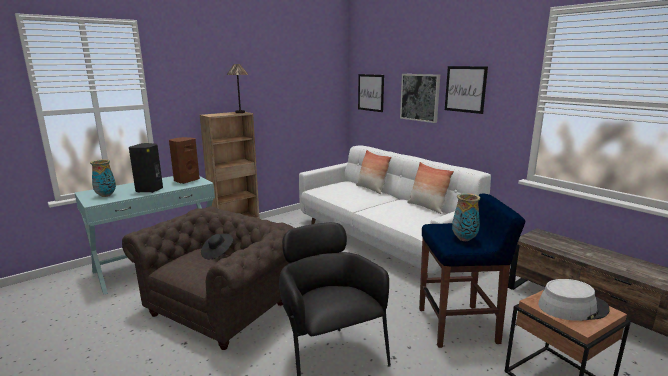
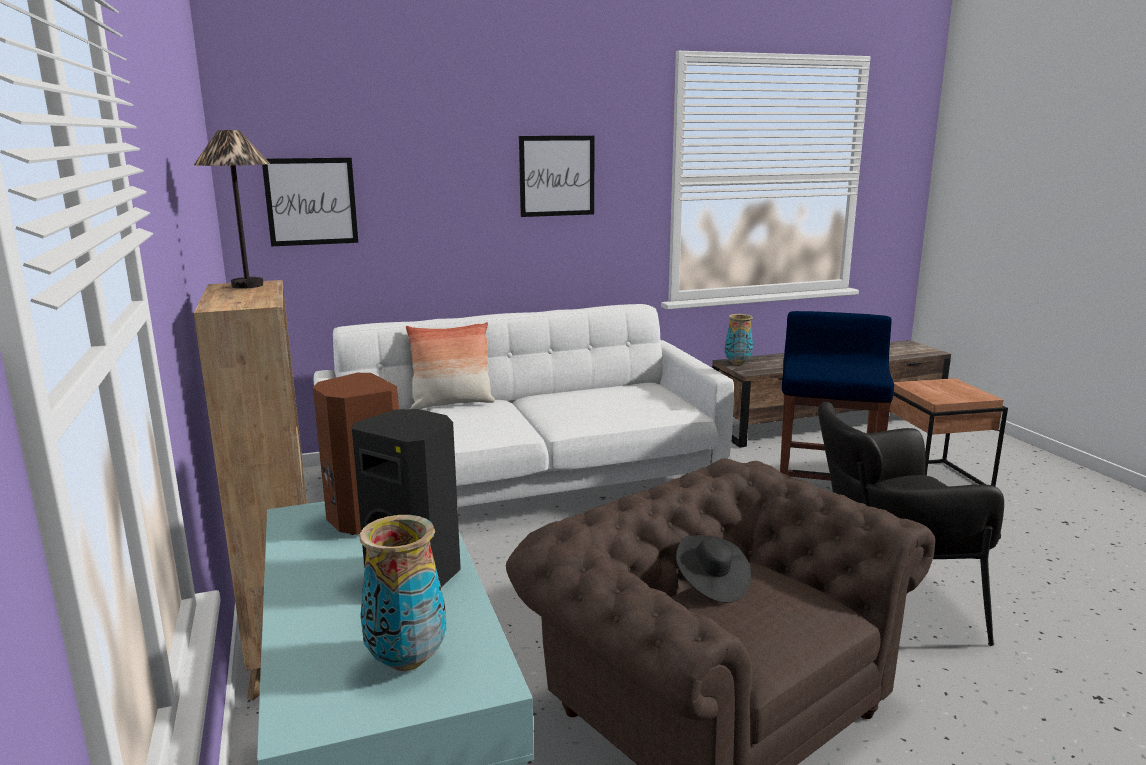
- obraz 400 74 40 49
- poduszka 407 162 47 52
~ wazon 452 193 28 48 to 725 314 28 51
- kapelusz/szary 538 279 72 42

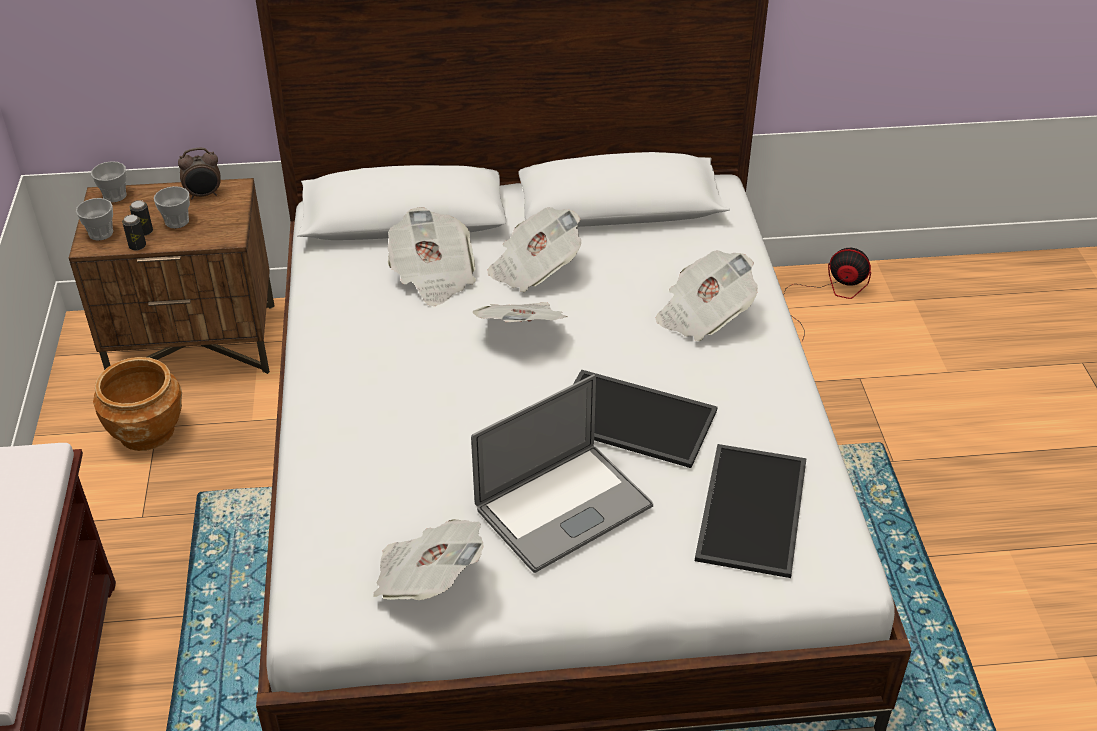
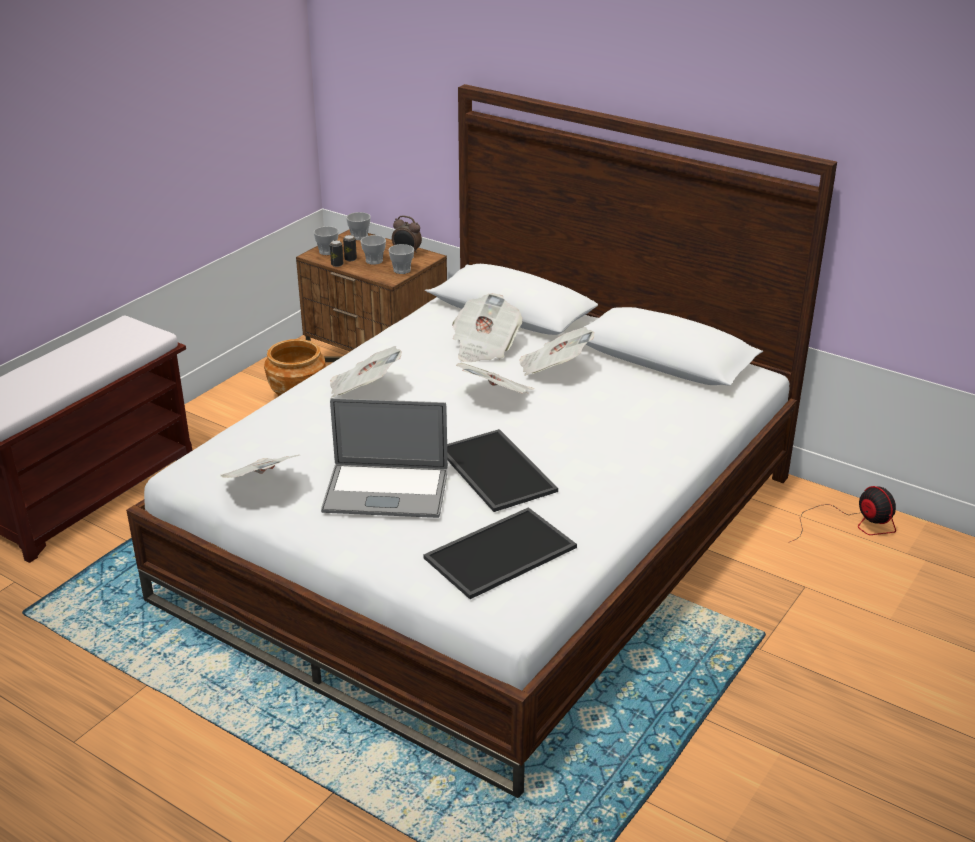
~ gazeta 655 250 103 91 to 330 346 72 52
+ filiżanka 388 244 26 30

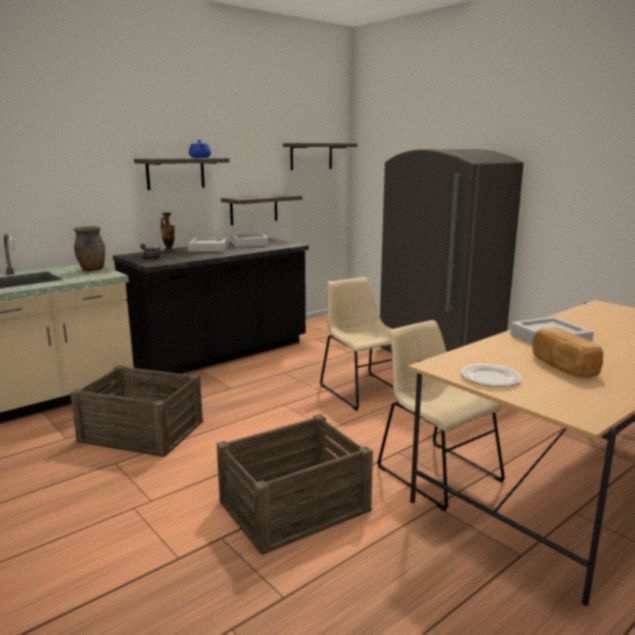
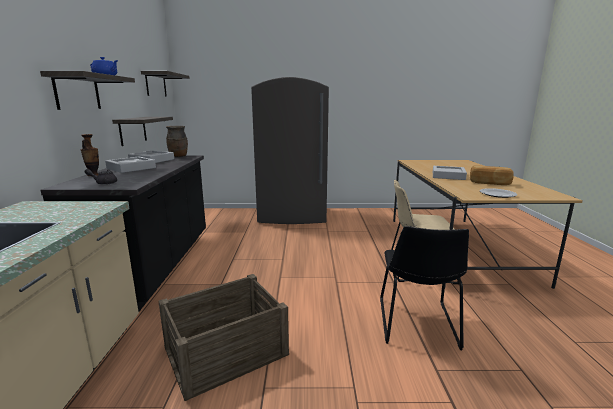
~ wazon/brązowy 74 226 31 45 to 166 126 22 31
~ skrzynka 217 414 156 141 to krzesło/czarny 380 226 89 124
- krzesło/beżowy 320 277 73 134

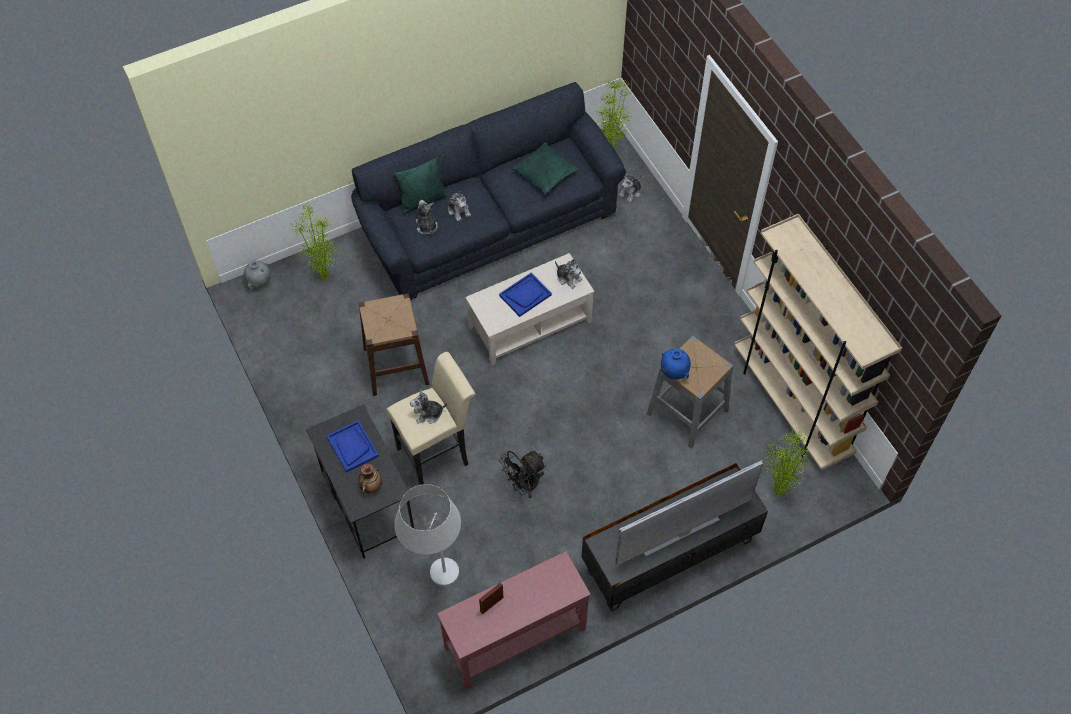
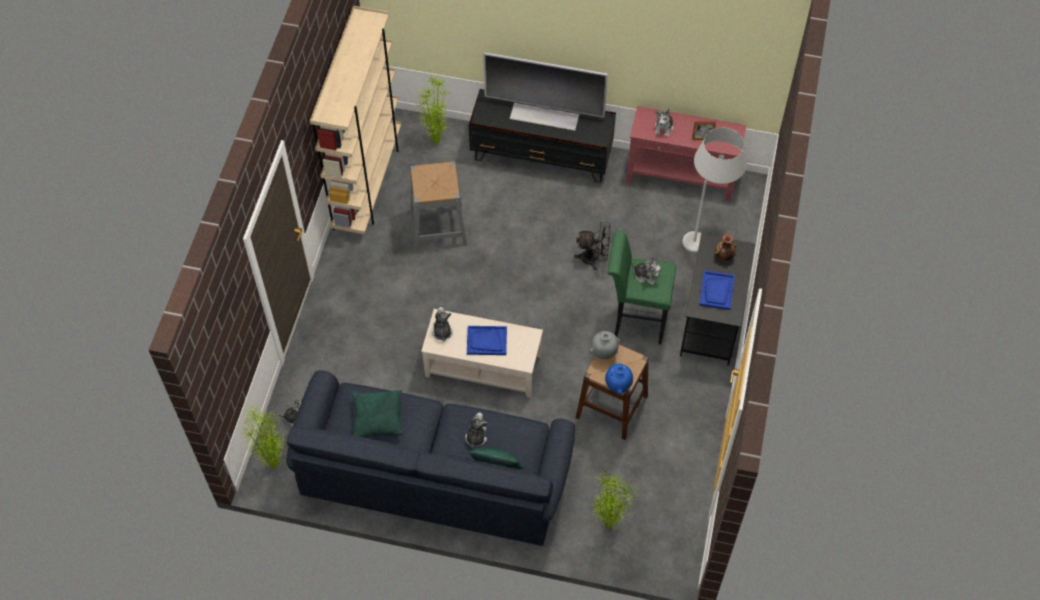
~ wazon/szary 244 260 27 29 to 589 331 31 28
~ stołek/beżowy 386 352 89 133 to stołek/zielony 608 231 68 113
~ pluszak 416 200 22 35 to 655 108 19 29
~ wazon/niebieski 661 349 30 31 to 605 364 28 31

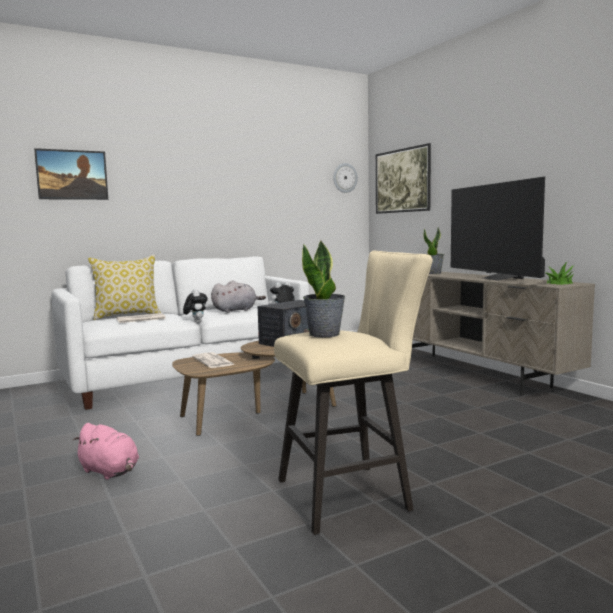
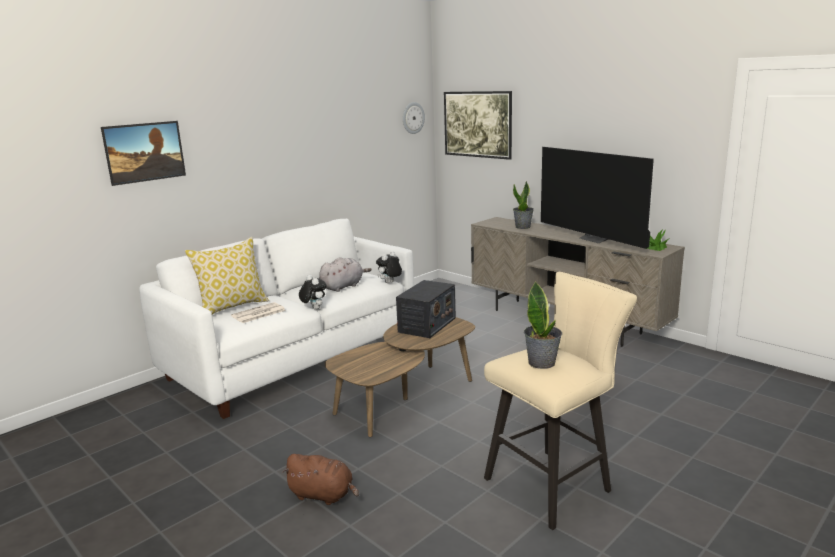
~ pluszak/różowy 73 423 66 57 to pluszak/brązowy 282 454 77 51
- gazeta 192 352 43 16

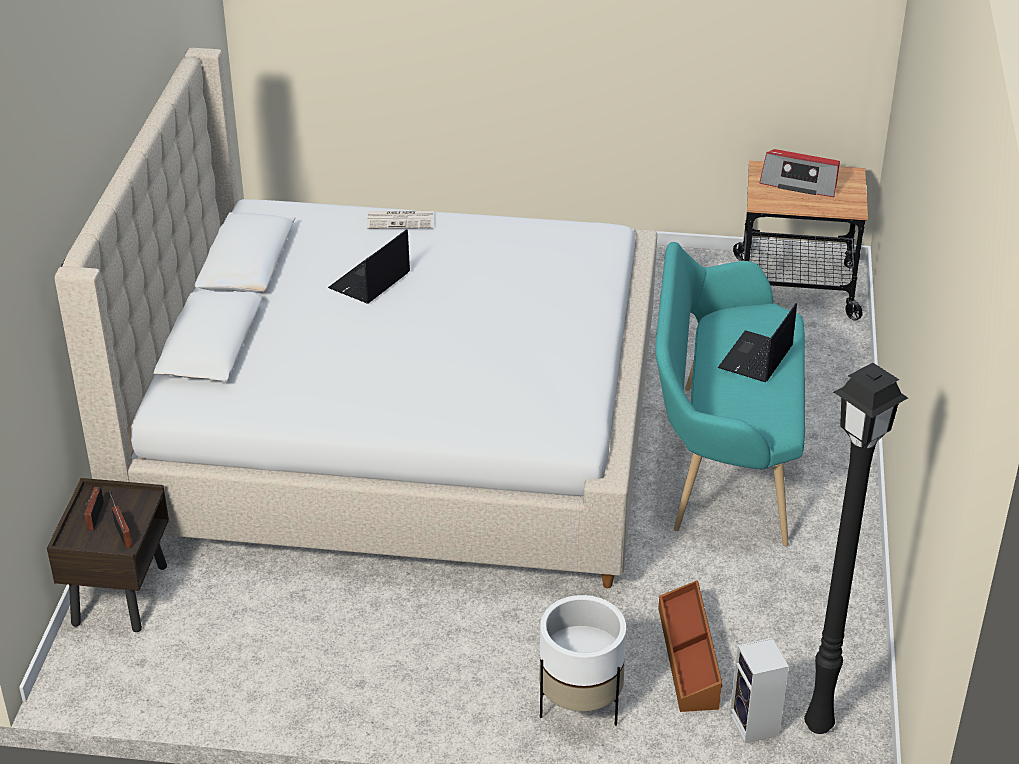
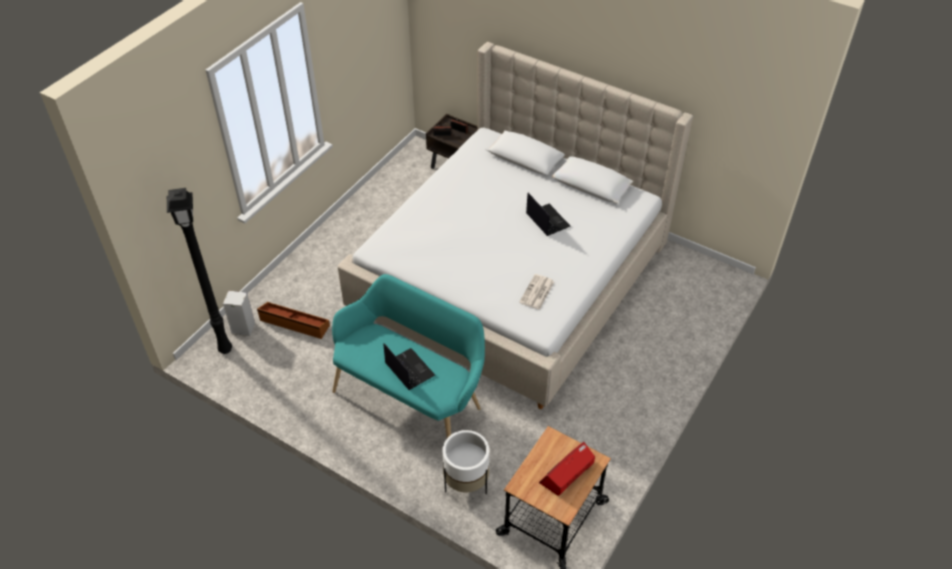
~ gazeta 367 211 67 18 to 519 274 35 36
~ donica/biały 539 595 87 130 to 443 430 46 64

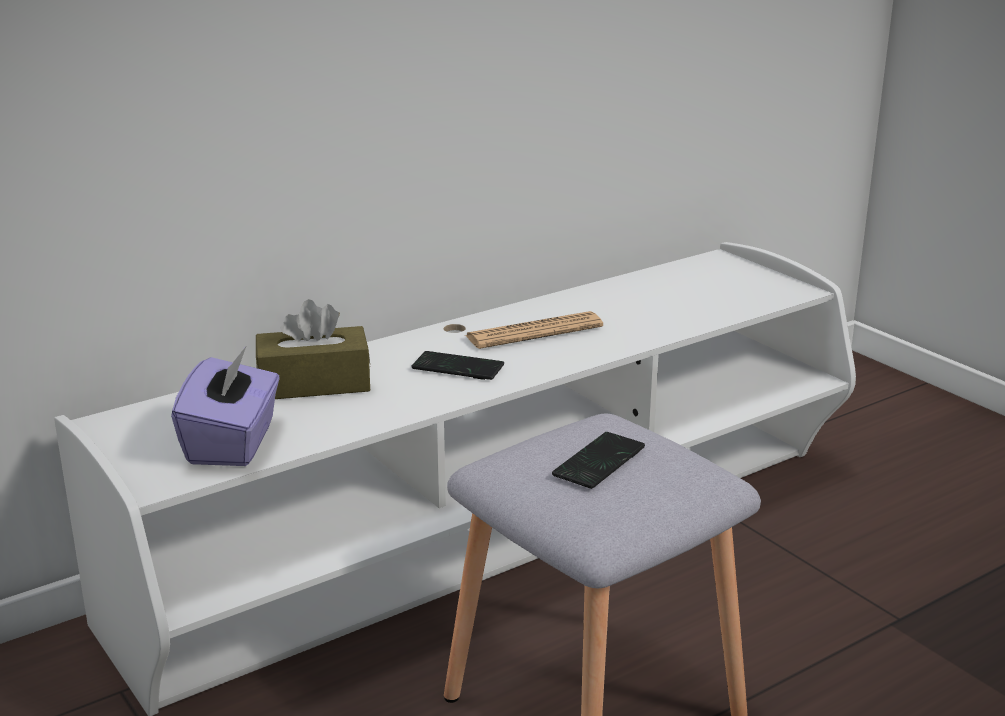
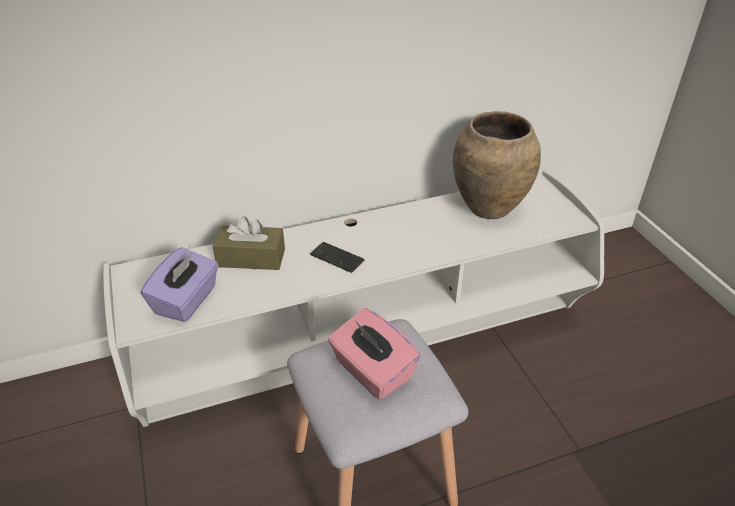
- gazeta 465 311 138 38
~ telefon 552 432 93 57 to pudełko chusteczek/różowy 328 308 93 92
+ wazon/brązowy 453 111 88 108

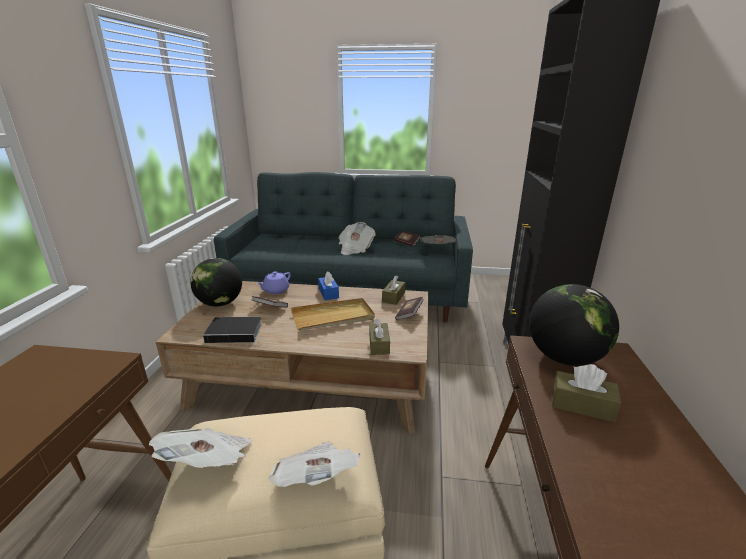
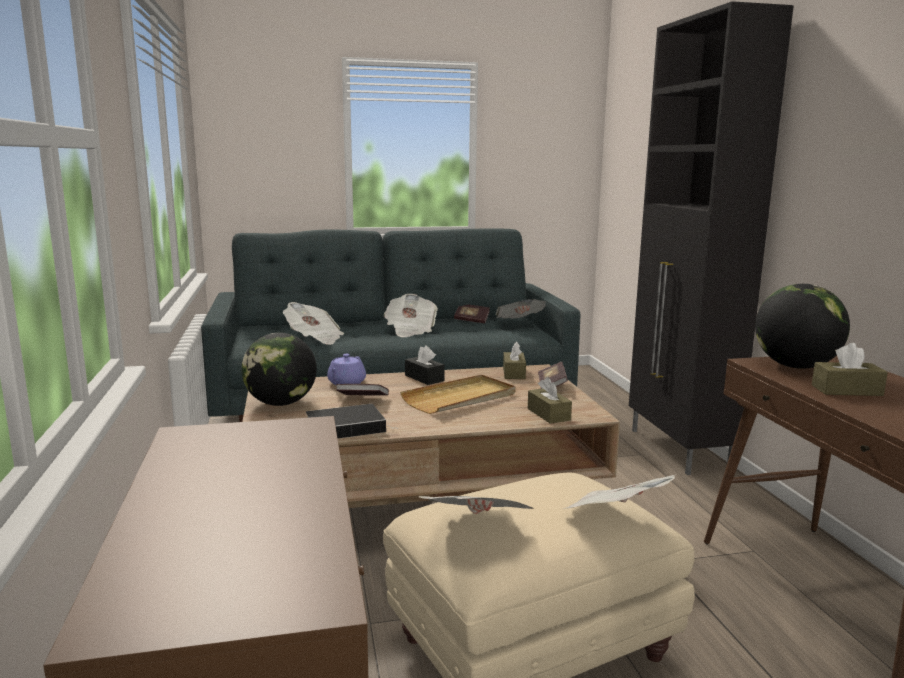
~ pudełko chusteczek/niebieski 318 272 21 28 to pudełko chusteczek/czarny 405 345 40 40
+ gazeta 283 302 61 43

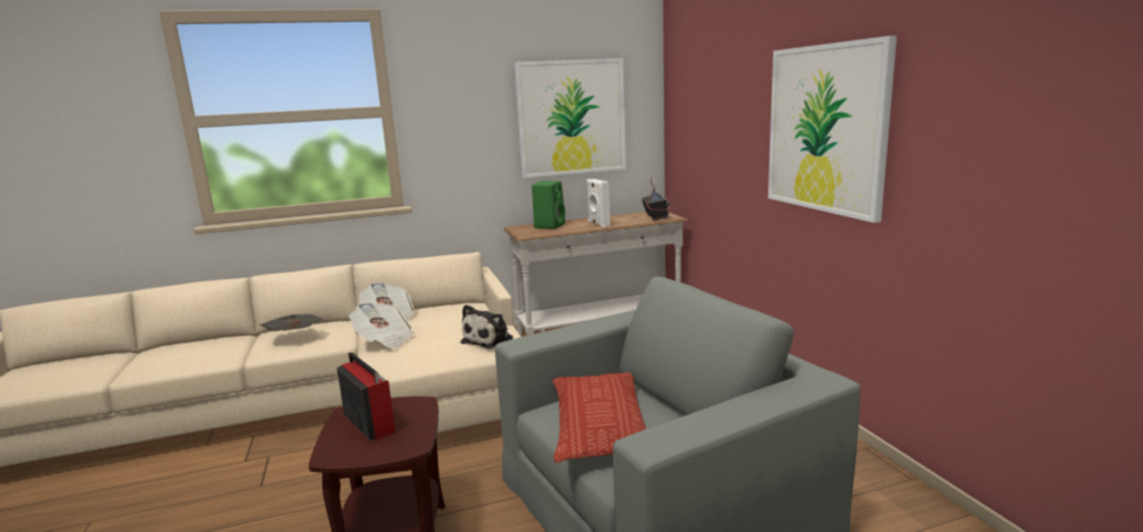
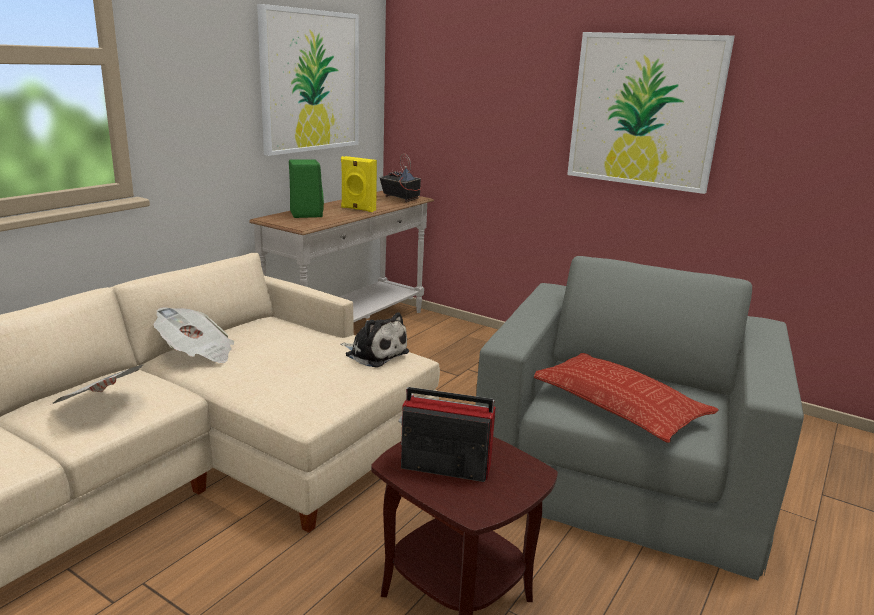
- gazeta 349 302 66 47
~ pluszak 461 304 52 45 = 340 312 69 56 45 degrees counterclockwise
~ głośnik/biały 587 179 23 48 to głośnik/żółty 341 156 36 56

